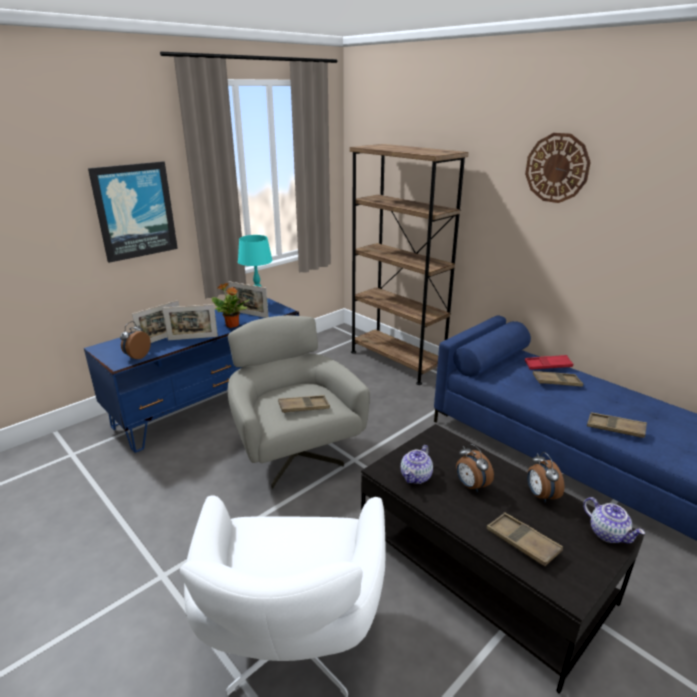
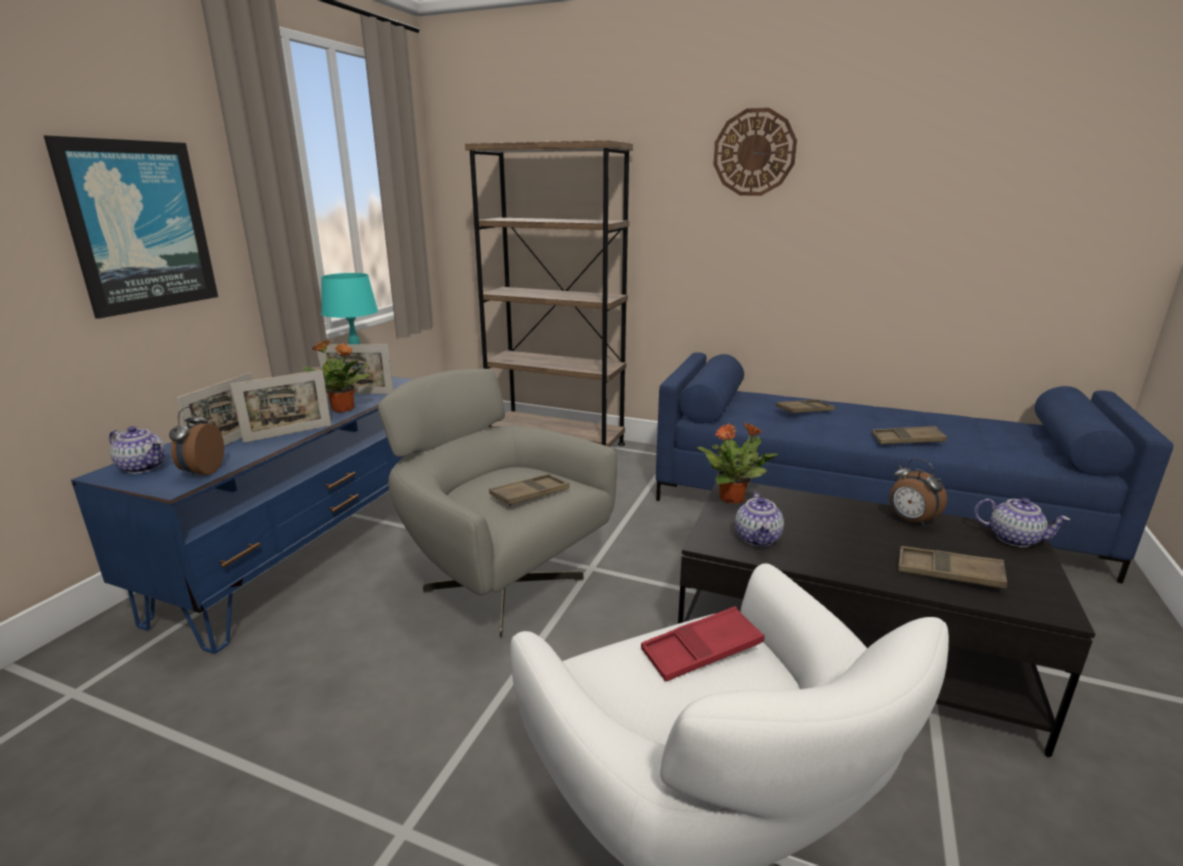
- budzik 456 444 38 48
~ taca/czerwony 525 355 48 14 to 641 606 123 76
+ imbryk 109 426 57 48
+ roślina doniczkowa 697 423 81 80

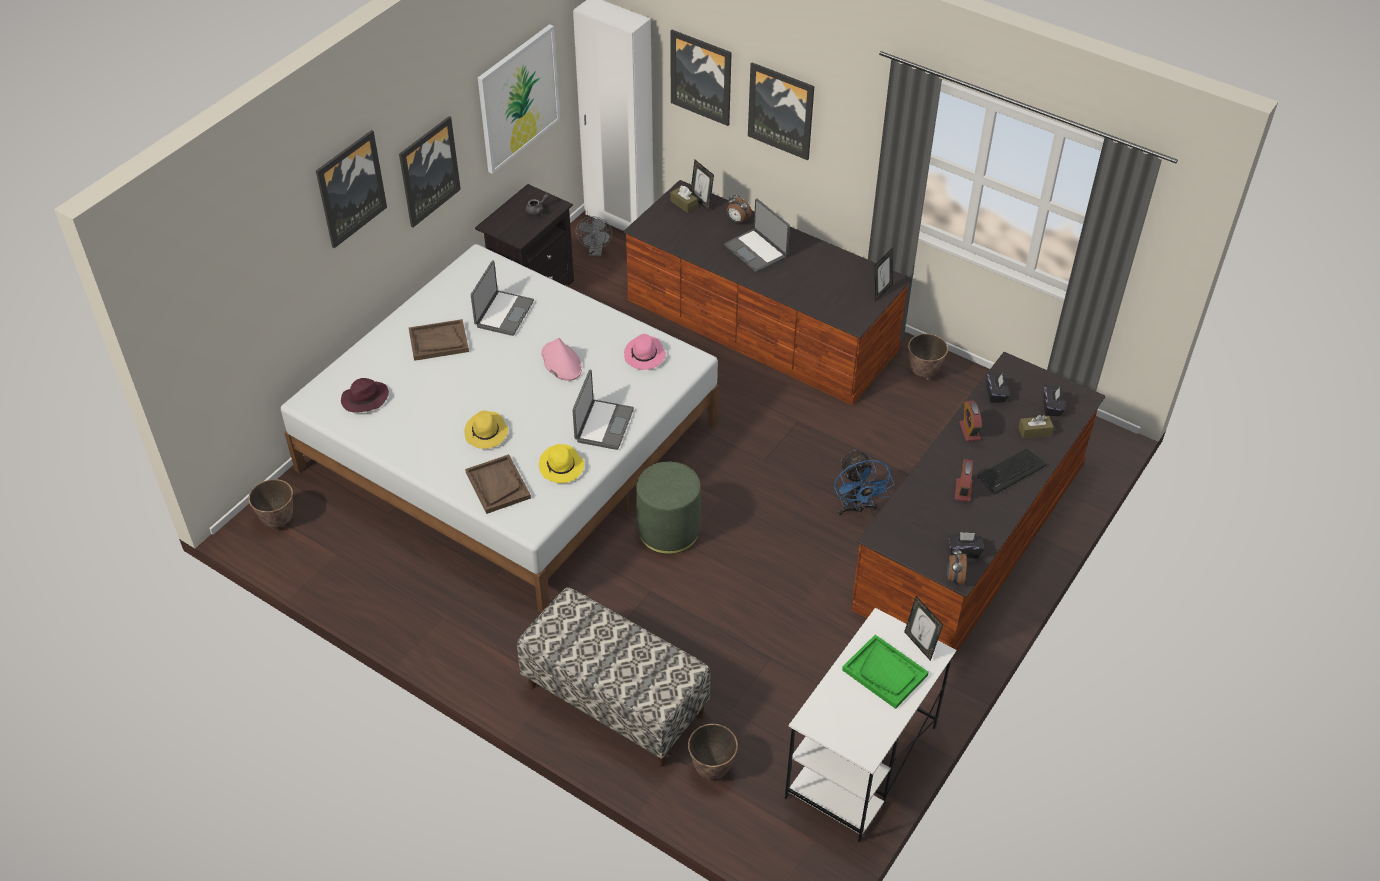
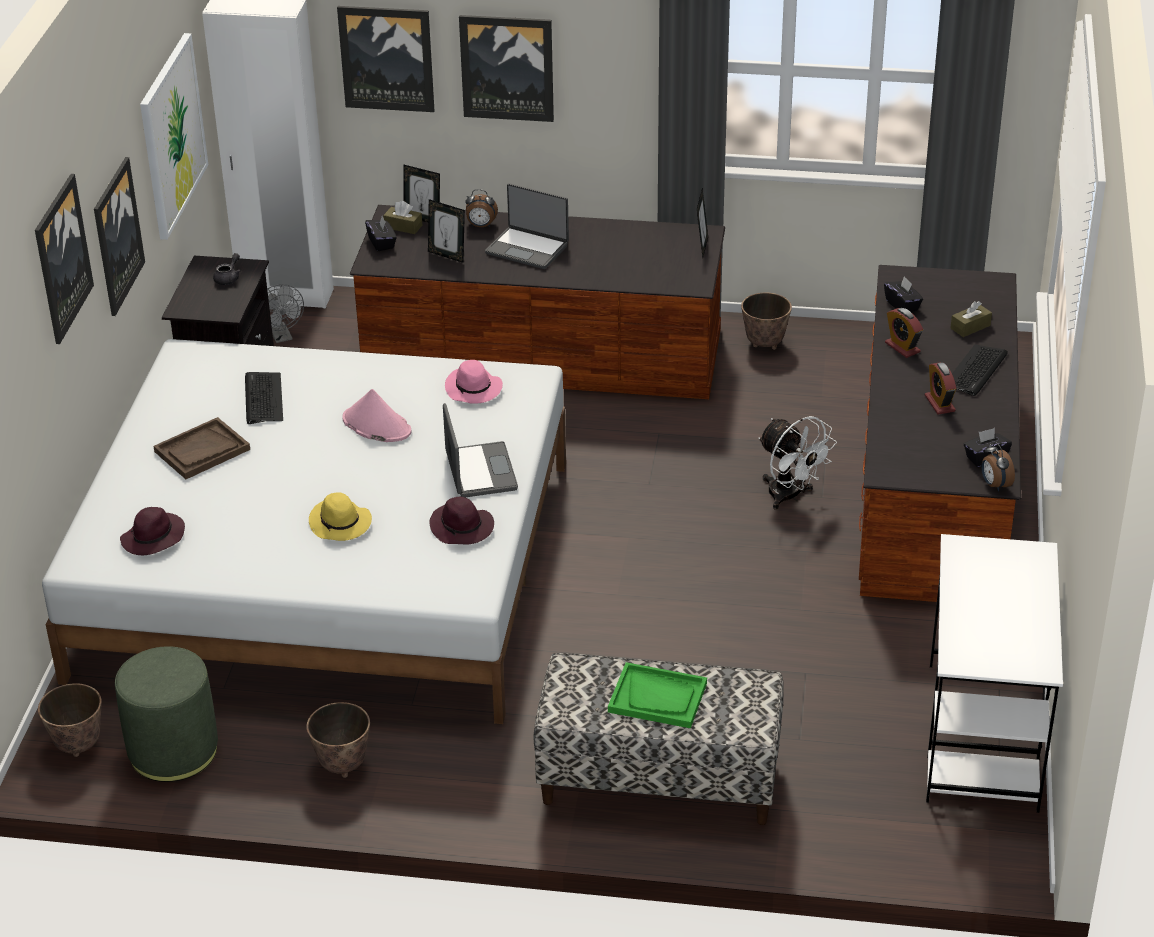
- taca/brązowy 465 454 66 60
~ laptop 471 260 63 76 to klawiatura 245 372 38 52
~ kapelusz/żółty 539 444 45 39 to kapelusz/fioletowy 429 497 65 48
~ pufa/zielony 636 461 65 93 to 115 646 103 136
~ donica 688 724 50 56 to 306 702 64 76
~ wentylator/niebieski 834 449 60 66 to wentylator/biały 758 416 79 94
~ taca/zielony 842 635 87 74 to 608 662 99 66
~ ramka na zdjęcie 904 596 39 65 to 428 199 37 64
~ pudełko chusteczek/czarny 1043 385 22 31 to 365 217 31 34

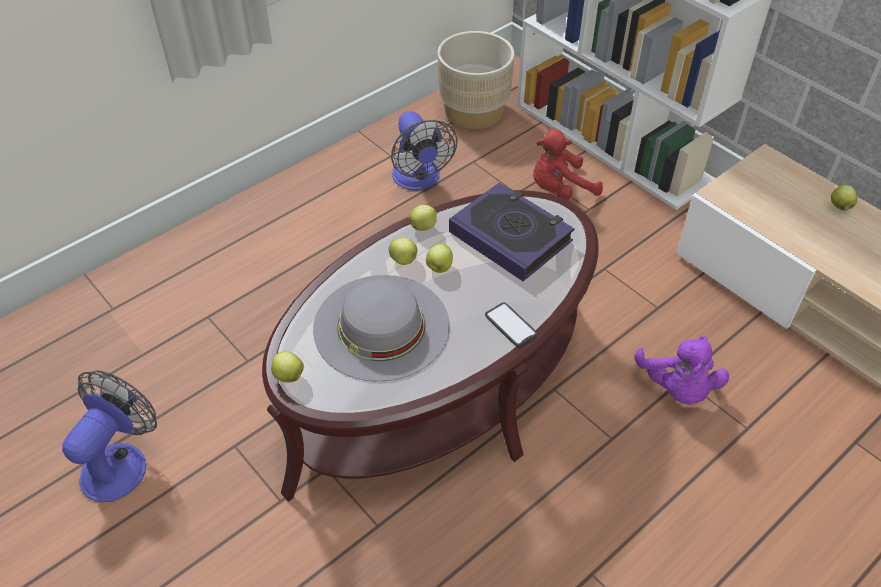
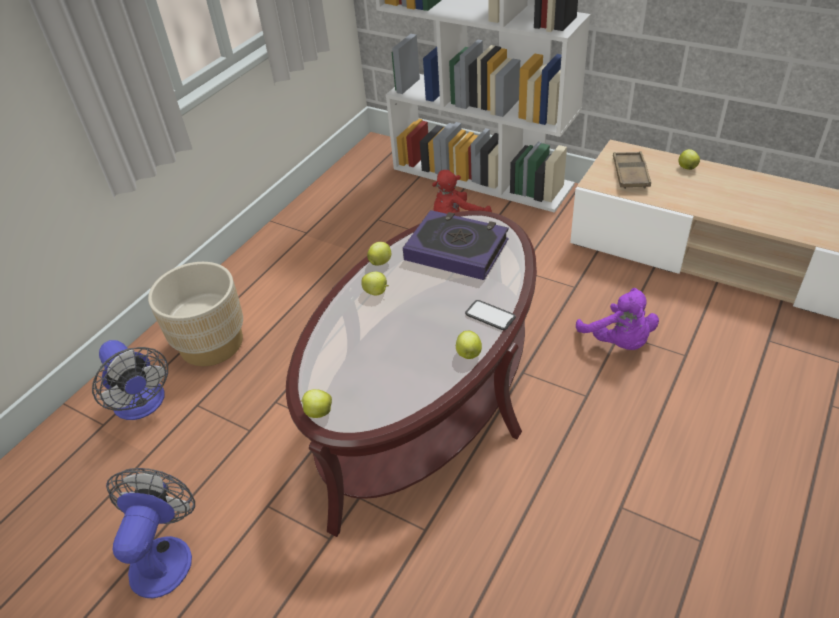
- kapelusz/szary 313 275 137 106
~ wentylator 391 111 67 79 to 92 340 76 80
~ jabłko 426 244 27 29 to 456 331 26 28
~ donica/beżowy 438 31 77 98 to 148 262 95 104
+ taca/brązowy 613 151 38 38

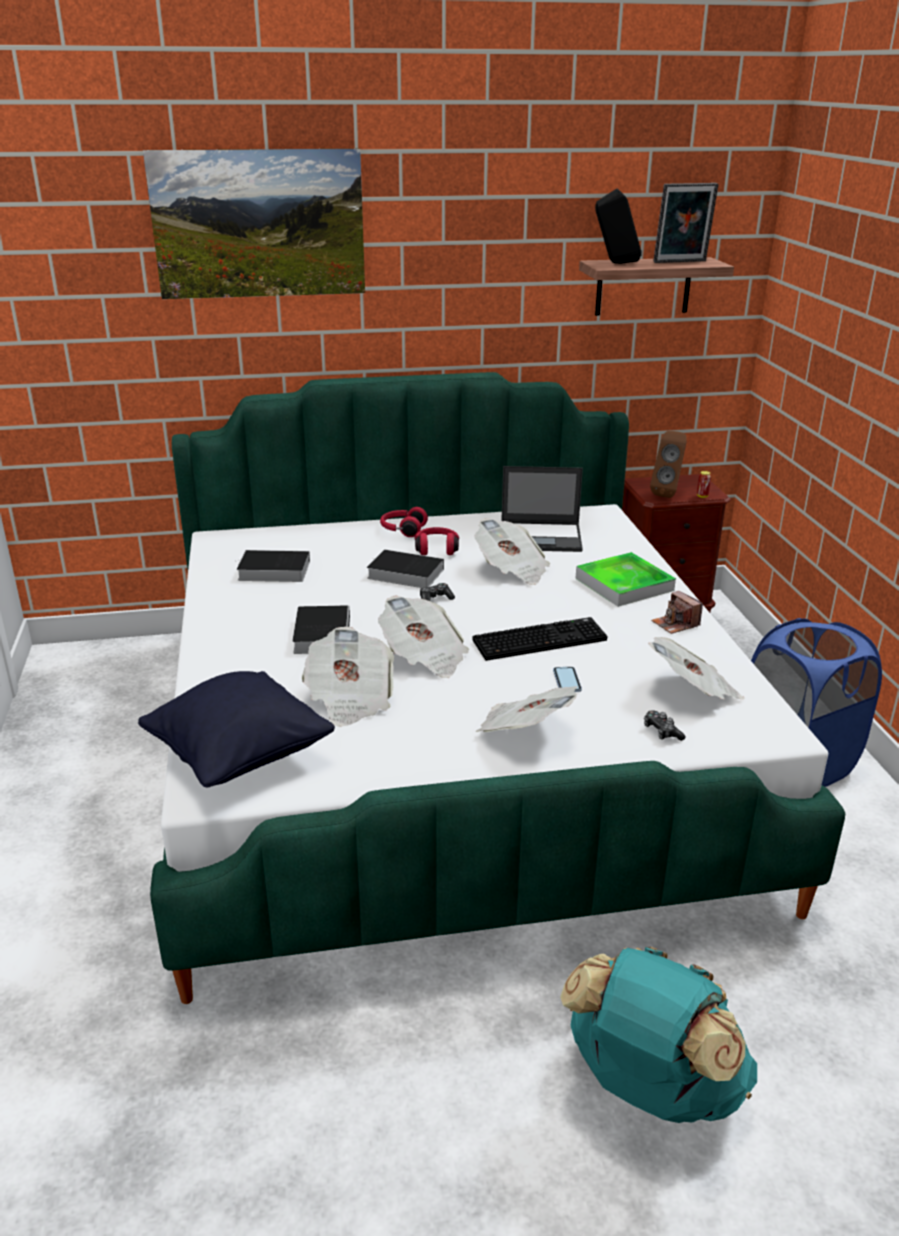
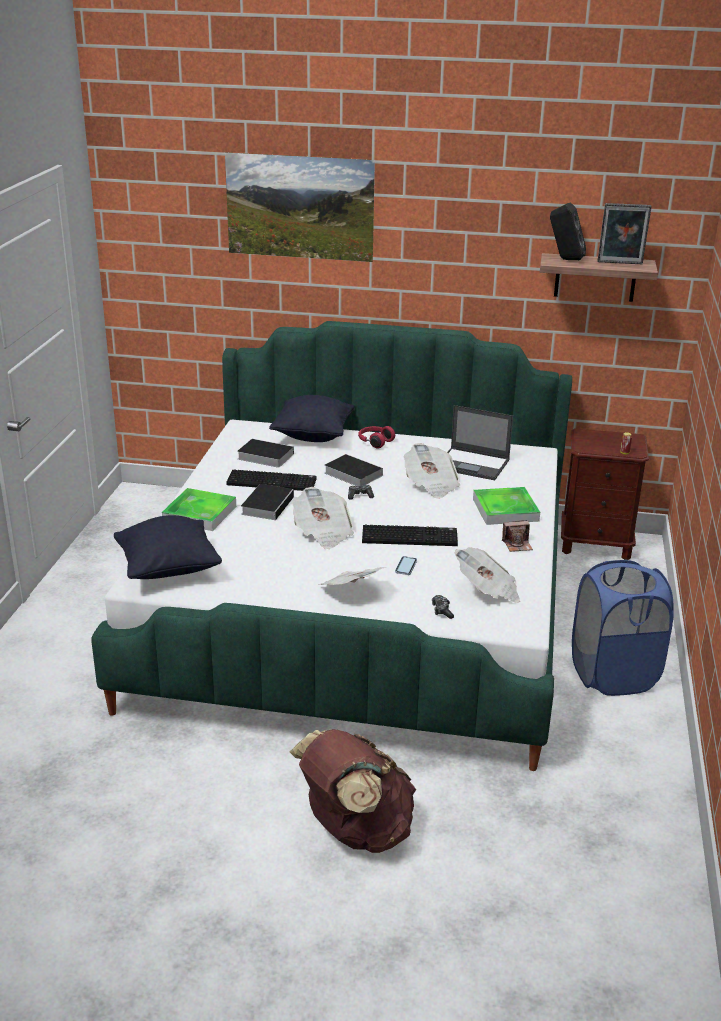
- gazeta 301 627 93 100
- słuchawki/czerwony 415 527 44 28
~ plecak/turkusowy 560 947 197 176 to plecak/brązowy 289 729 127 124
- głośnik/brązowy 650 431 37 67
~ aparat fotograficzny 651 591 52 43 = 502 520 31 32 90 degrees counterclockwise
+ taca 162 488 74 43
+ klawiatura 226 470 90 21
+ poduszka/czarny 269 395 86 47

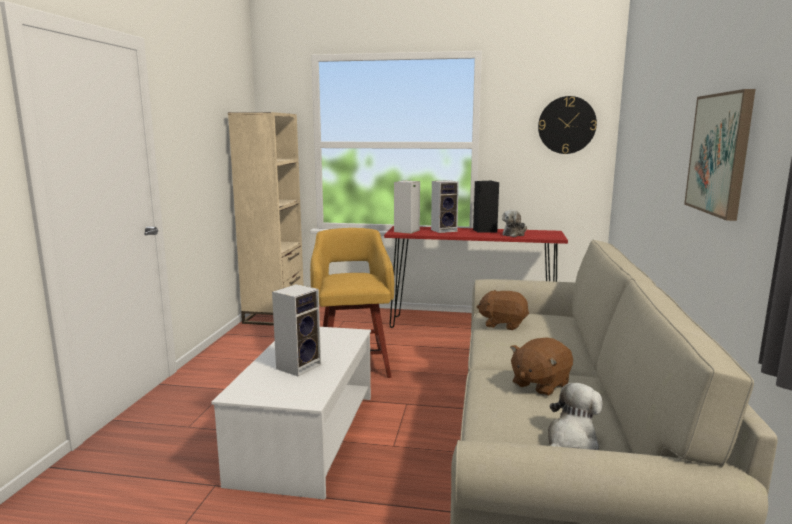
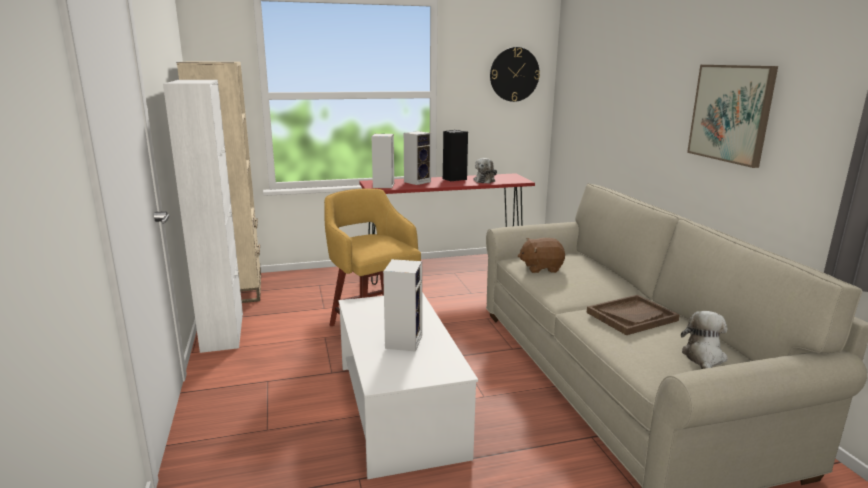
~ pluszak/brązowy 510 337 63 59 to taca/brązowy 587 295 93 40
+ szafka/biały 163 80 80 273

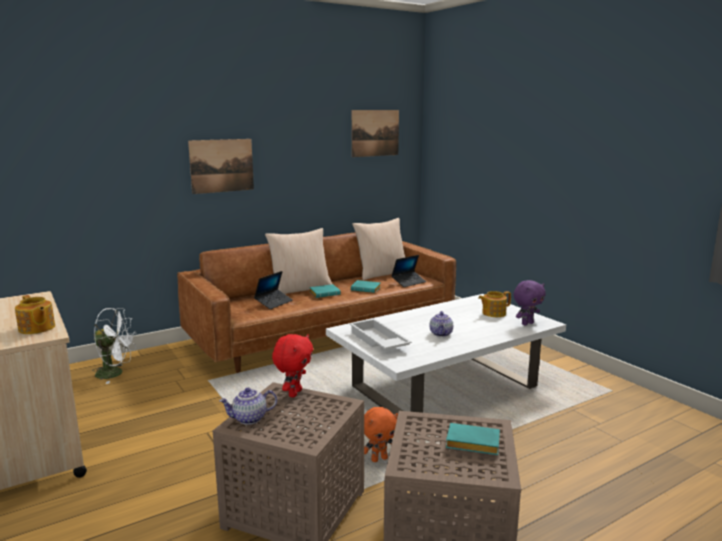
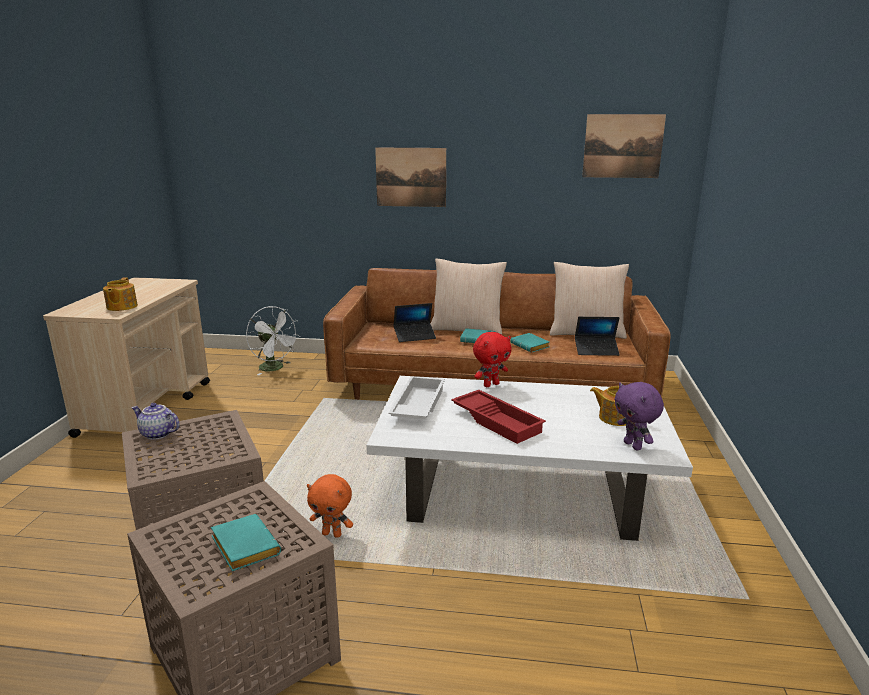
~ pluszak/czerwony 272 334 41 63 to 473 332 39 55
~ imbryk 430 311 23 26 to taca/czerwony 451 390 95 54
~ pluszak/fioletowy 513 280 33 46 = 614 382 50 68 60 degrees clockwise

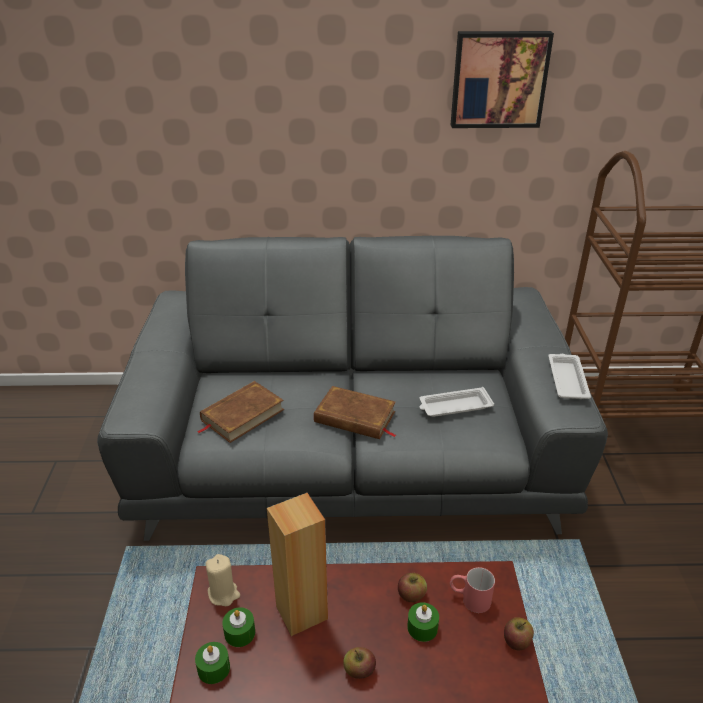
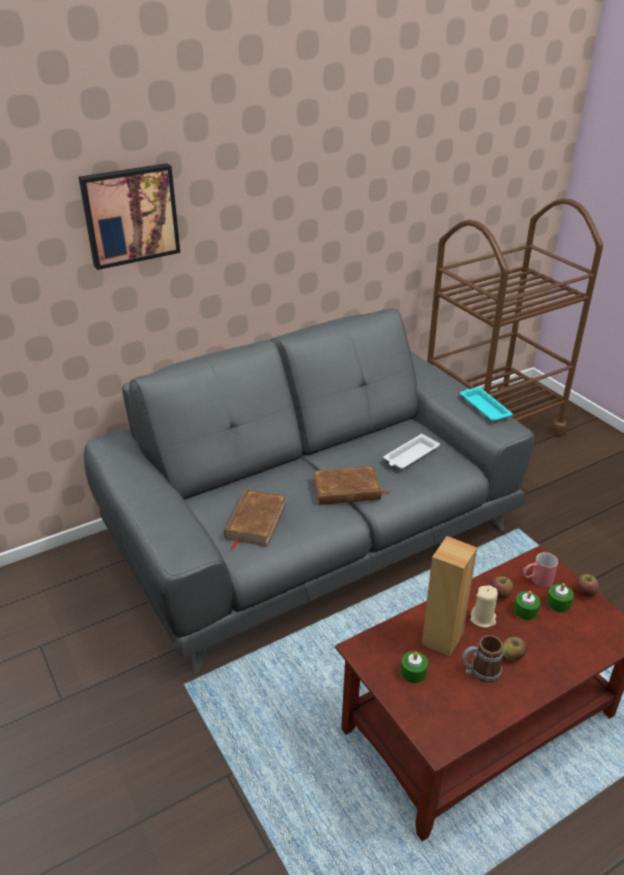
~ świeca/zielony 195 642 35 42 to 546 583 28 29
~ świeca/beżowy 206 554 34 52 to 470 585 28 43
~ obraz 451 31 103 97 to 79 163 101 107
~ taca/biały 548 354 43 45 to taca/turkusowy 460 387 53 34
+ kubek 462 635 42 48

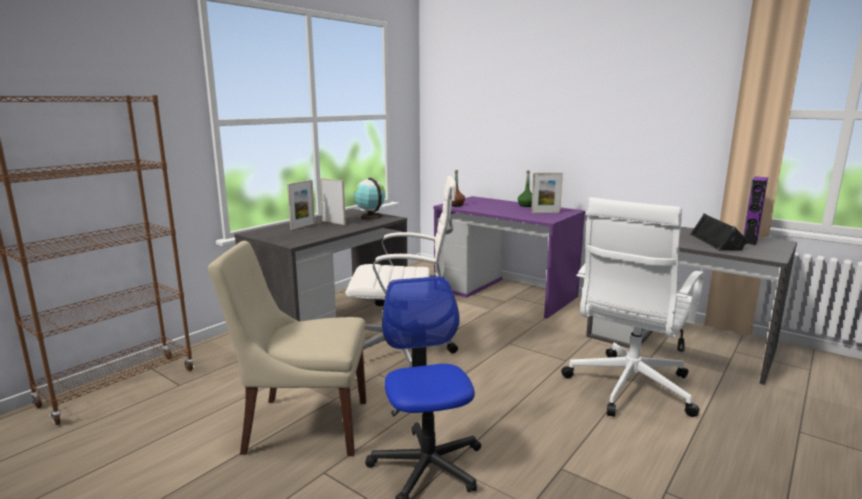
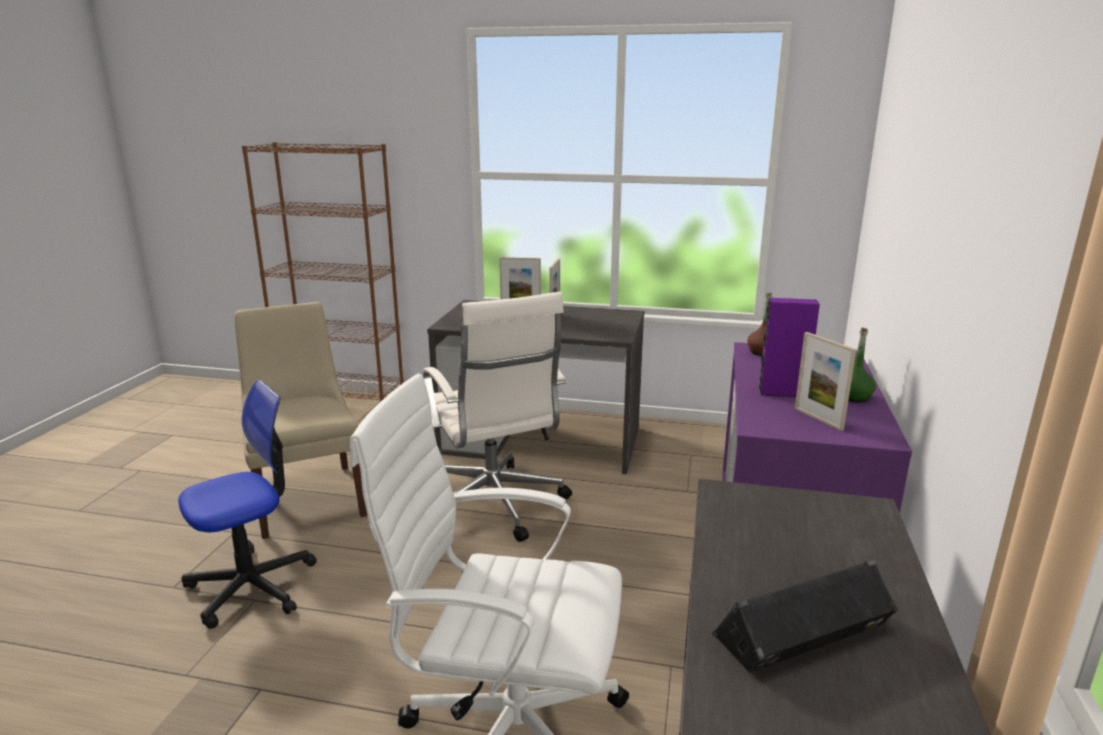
- globus 354 178 31 41
~ głośnik/fioletowy 743 176 25 69 to 758 298 62 99

